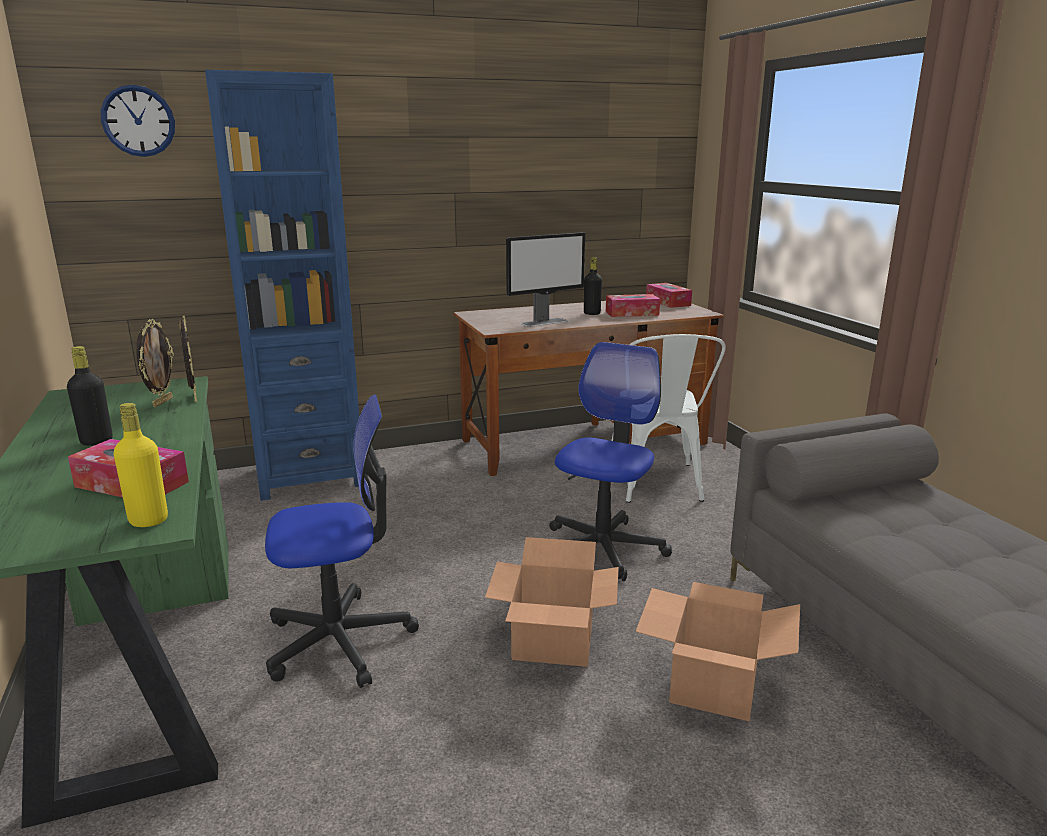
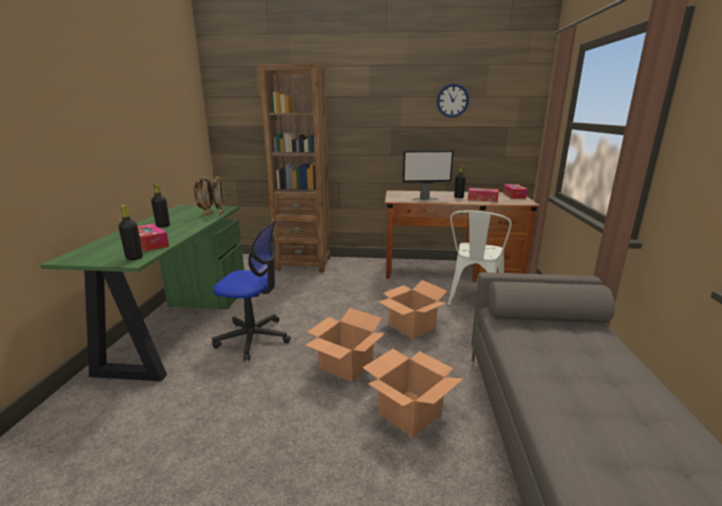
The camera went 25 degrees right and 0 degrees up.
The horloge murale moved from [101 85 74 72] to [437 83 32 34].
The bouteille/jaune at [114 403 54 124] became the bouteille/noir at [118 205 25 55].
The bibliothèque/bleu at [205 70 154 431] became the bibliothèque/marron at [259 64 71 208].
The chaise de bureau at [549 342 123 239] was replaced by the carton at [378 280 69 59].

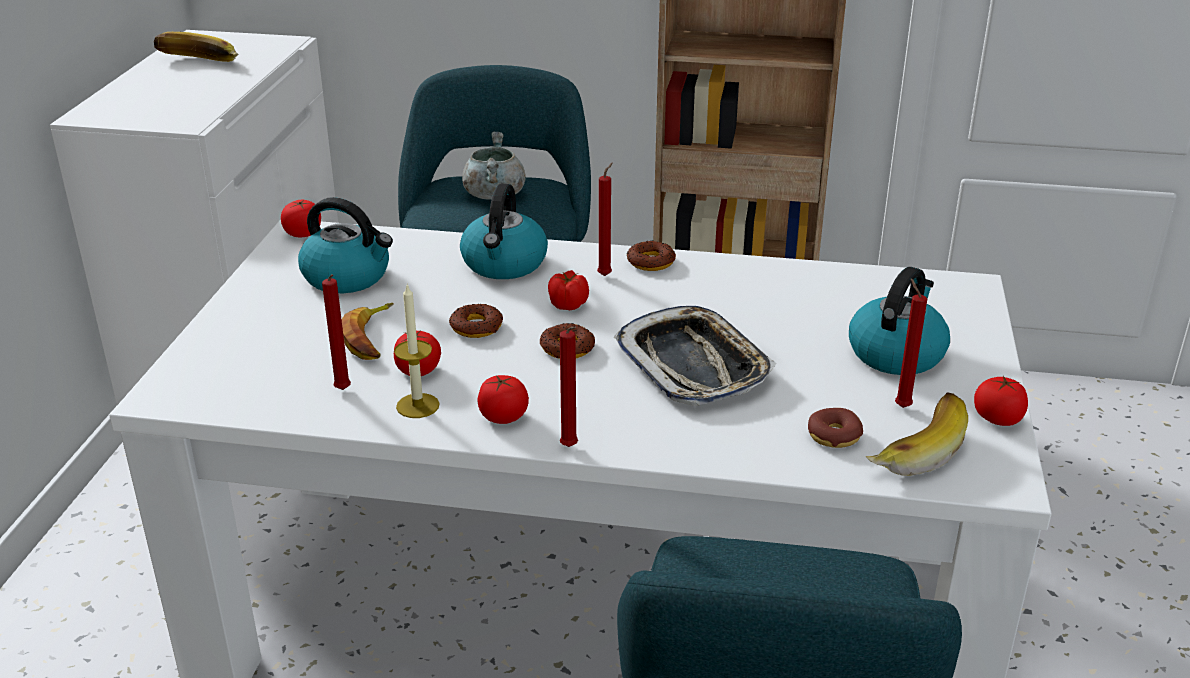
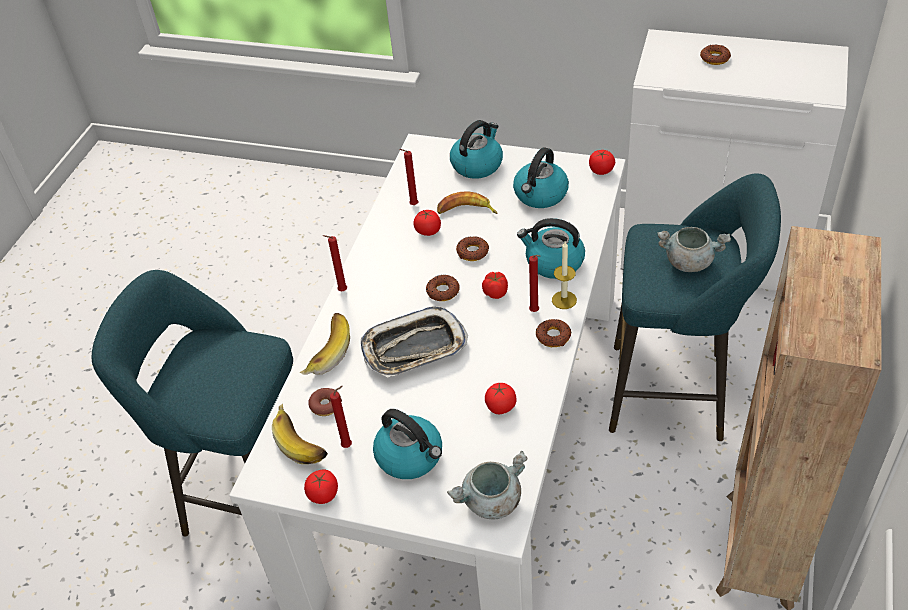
The camera went 100 degrees right and 15 degrees up.
The banane moved from [154 32 84 30] to [300 313 50 62].
The bougie moved from [394 285 46 133] to [552 242 25 67].
The tomate moved from [477 375 52 49] to [485 383 31 31].
The marmite/gris at [447 451 80 68] appeared.
The bouilloire at [450 120 53 59] appeared.
The beignet at [700 44 31 21] appeared.

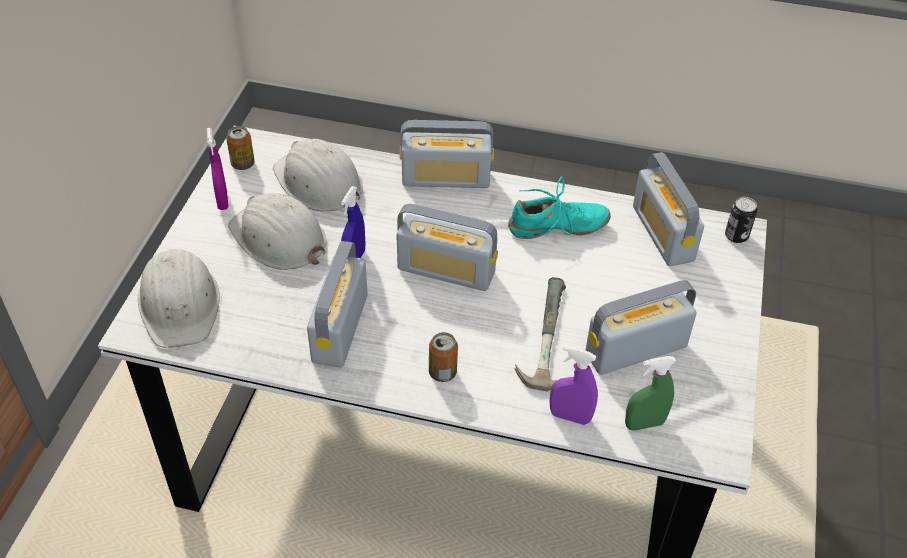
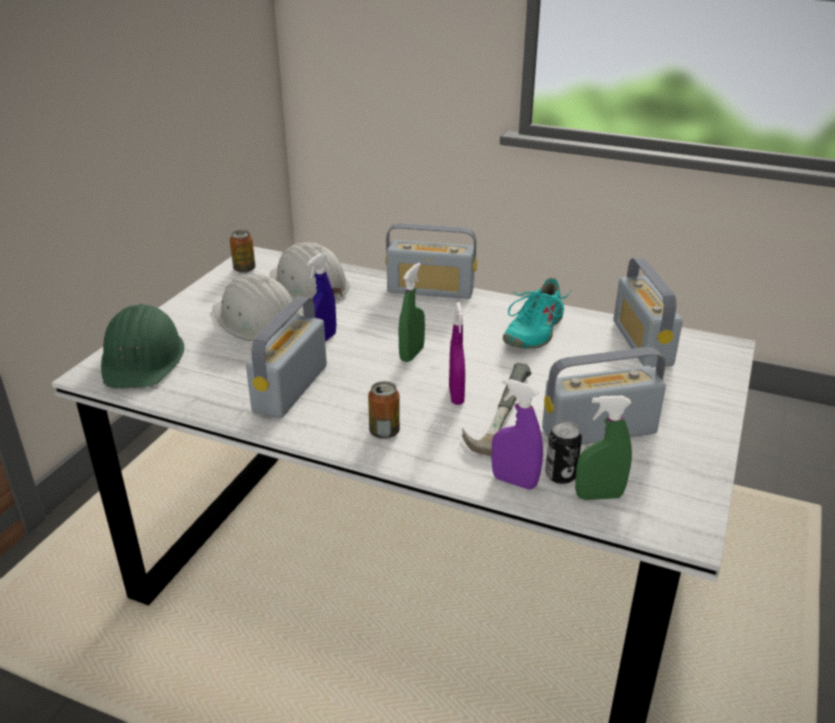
The camera went 10 degrees right and 15 degrees down.
The casque de chantier/blanc at [138 249 82 99] became the casque de chantier/vert at [101 304 83 84].
The vaporisateur/violet moved from [207 127 22 83] to [449 302 16 103].
The radio at [396 204 102 87] was replaced by the vaporisateur/vert at [399 263 26 99].
The chaussure/turquoise at [508 177 103 62] turned 120 degrees clockwise.
The boîte métallique moved from [725 197 32 46] to [545 421 37 63].

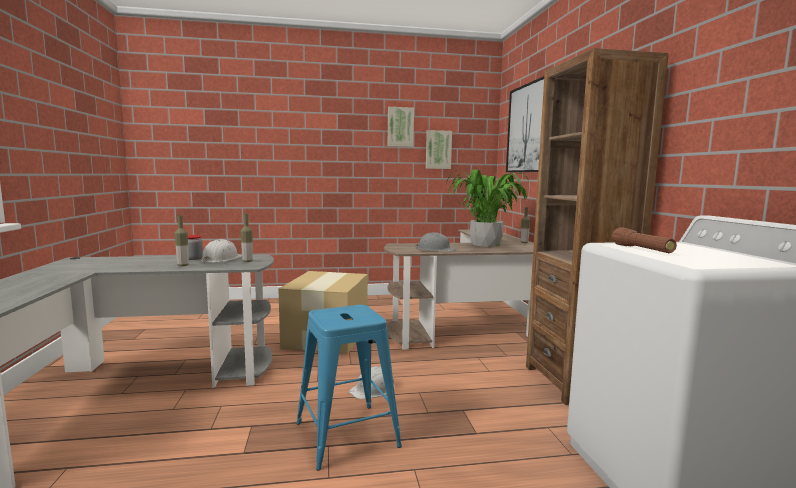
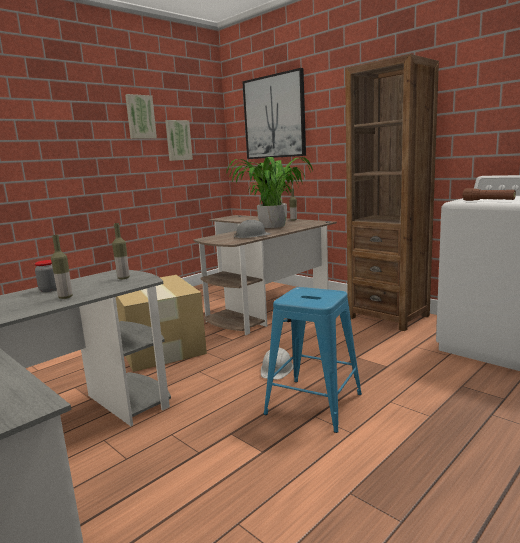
The camera went 35 degrees left and 5 degrees up.
The casque de chantier/blanc at [201 239 41 25] disappeared.

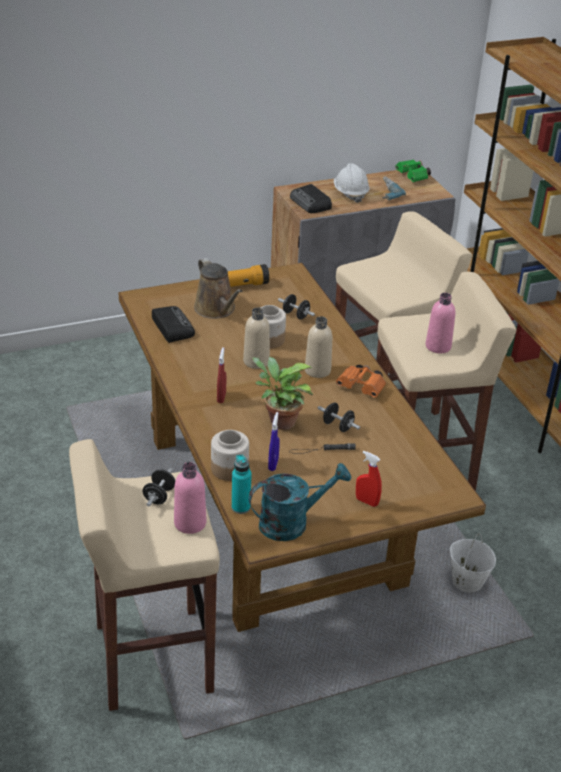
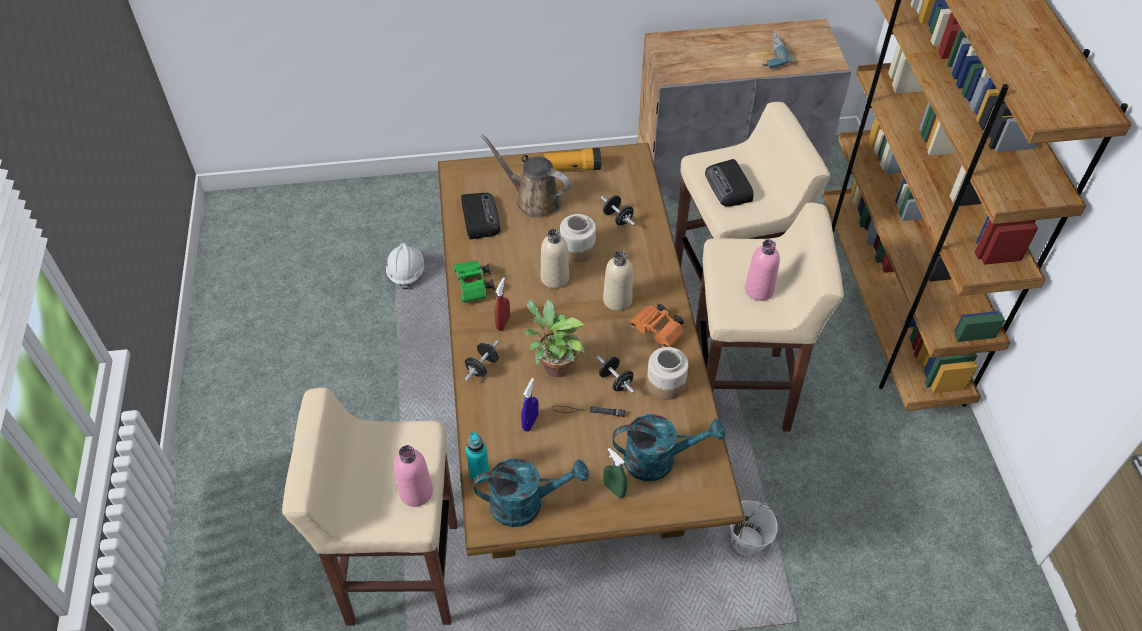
The camera went 15 degrees right and 15 degrees up.
The haltère/noir moved from [143 468 32 38] to [465 340 34 41].
The arrosoir/marron at [194 258 48 61] turned 135 degrees clockwise.
The bocal moved from [211 430 38 51] to [647 347 42 53].
The radio moved from [290 184 42 29] to [705 159 48 48].
The casque de chantier/blanc moved from [334 163 35 40] to [386 243 38 46].
The vaporisateur/rouge at [356 451 26 56] became the vaporisateur/vert at [603 448 24 50].
The jumelles/vert moved from [395 160 36 22] to [454 260 41 43].
The arrosoir/turquoise at [612 414 113 67] appeared.

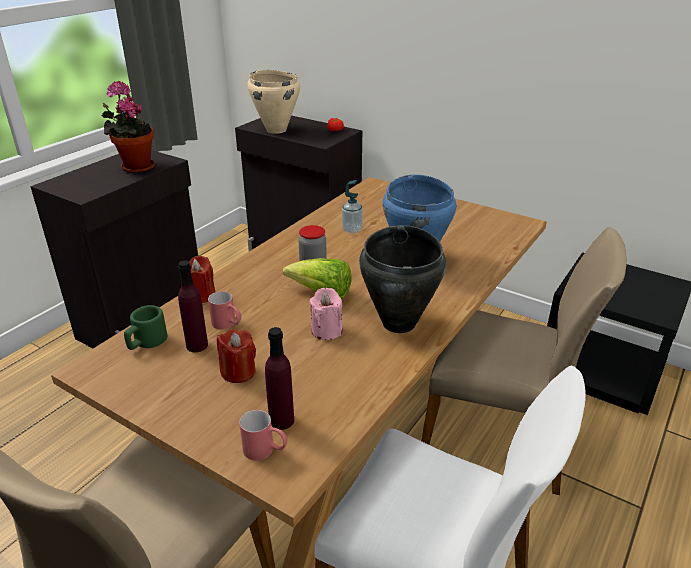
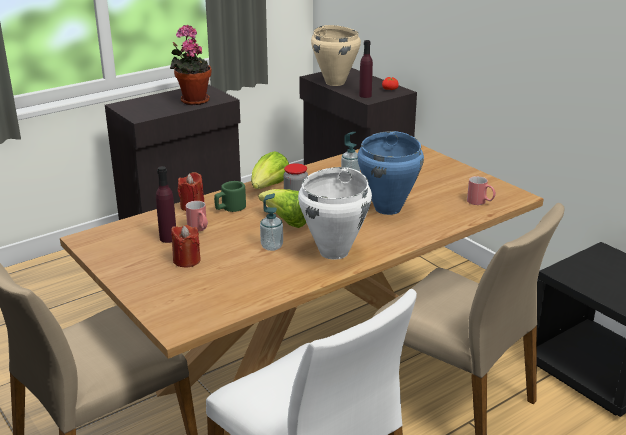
The camera went 20 degrees right and 5 degrees down.
The mug/vert moved from [124 305 43 45] to [214 181 32 31].
The mug/rouge moved from [239 410 49 50] to [467 176 29 29].
The bouteille/violet moved from [265 327 29 103] to [359 40 14 58].
The bougie/rose at [309 288 33 52] was replaced by the distributeur de savon at [260 193 23 58].
The marmite/noir at [359 225 87 108] became the marmite/blanc at [298 167 74 93].
The laitue at [251 151 38 38] appeared.

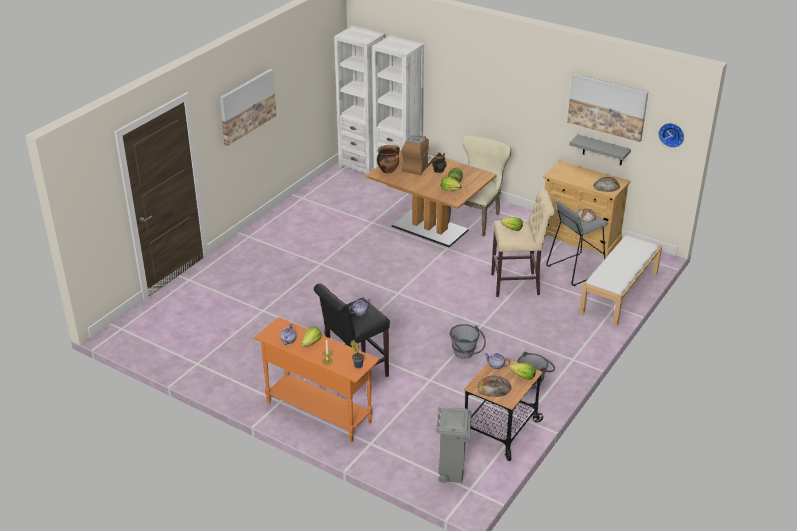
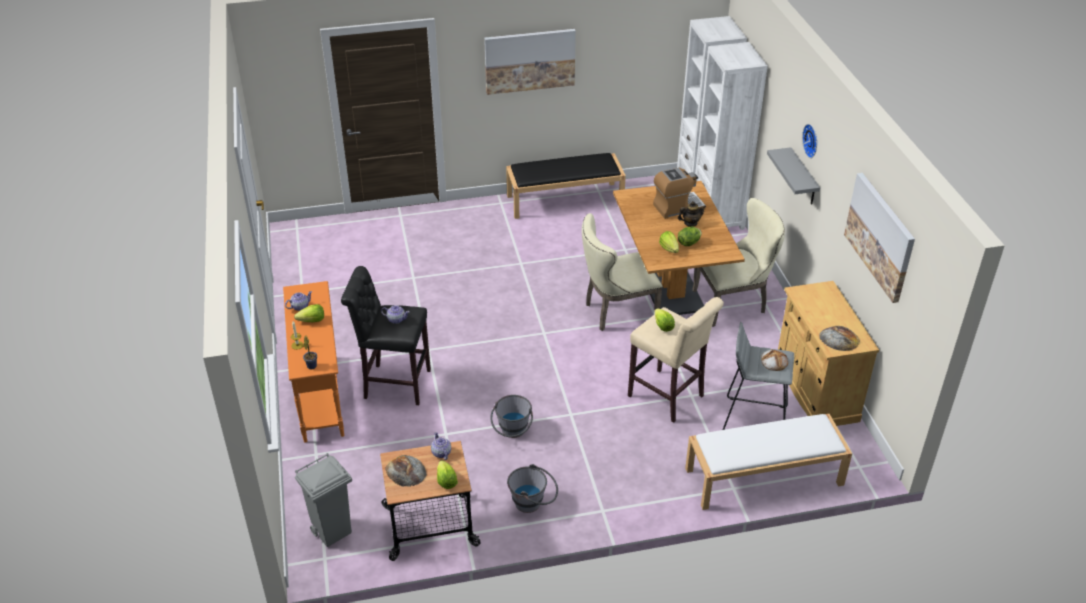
The camera went 45 degrees right and 5 degrees up.
The marmite at [377 145 23 28] disappeared.
The étagère/gris moved from [569 135 62 30] to [767 147 53 57].
The horloge murale moved from [659 123 25 25] to [802 124 15 34].
The banc/noir at [506 153 120 66] appeared.
The chaise/beige at [582 213 81 118] appeared.

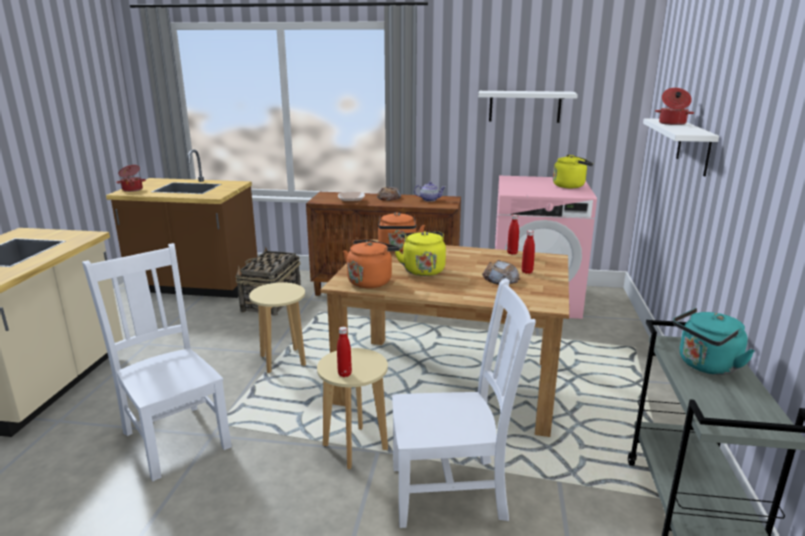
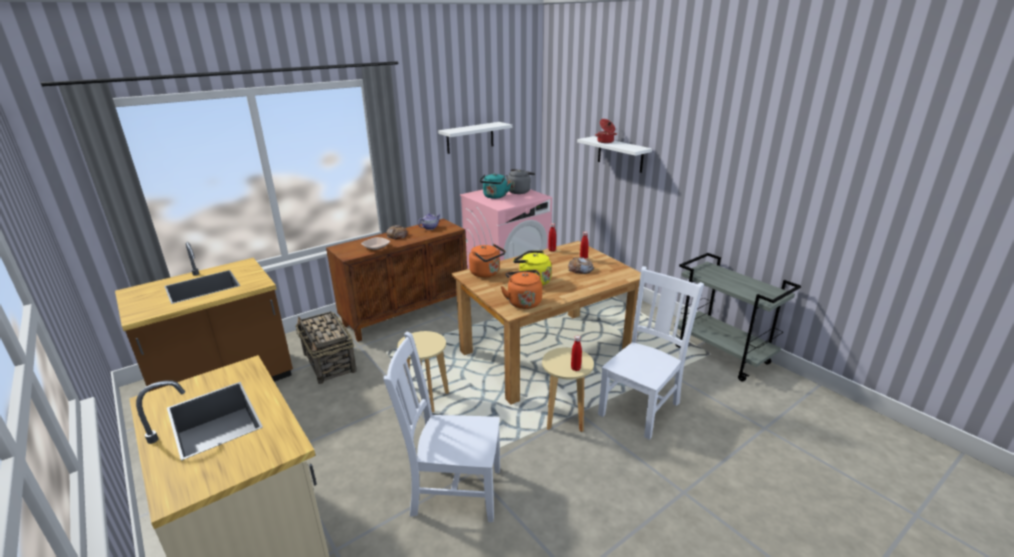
The camera went 45 degrees left and 5 degrees up.
The marmite at [116 165 30 27] disappeared.
The bouilloire/jaune at [553 154 40 34] became the bouilloire/gris at [506 169 29 25].
The bouilloire/turquoise moved from [673 308 82 67] to [480 173 31 26].

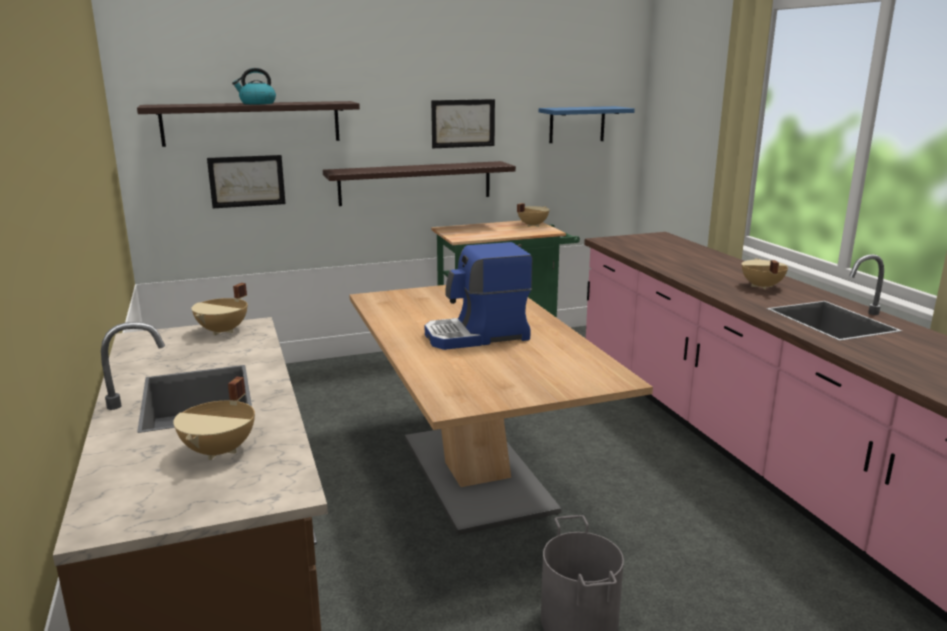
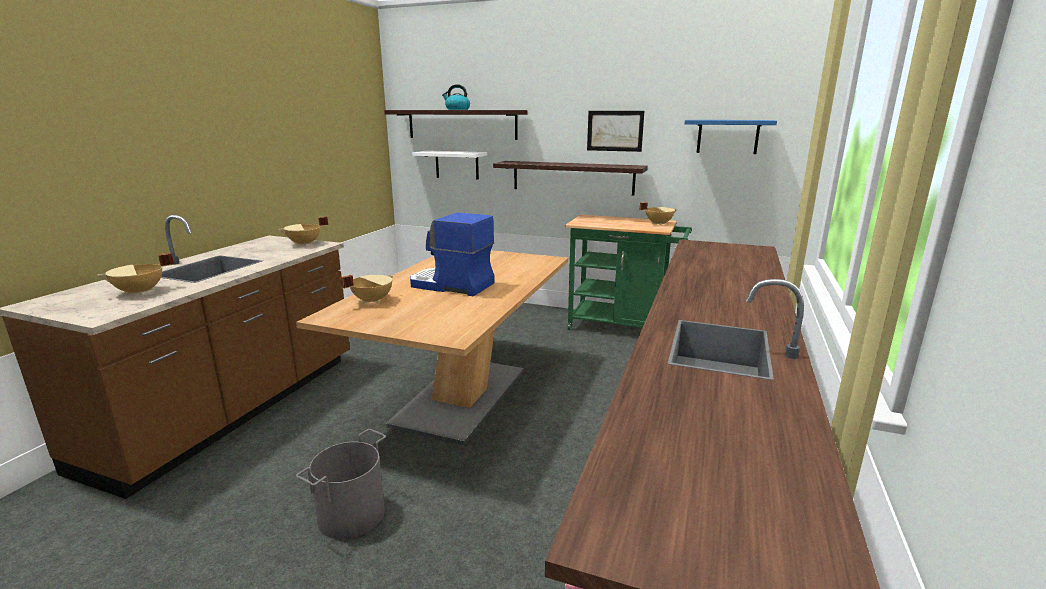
The camera went 40 degrees right and 0 degrees up.
The tableau at [207 155 79 53] was replaced by the étagère/blanc at [412 150 75 30].
The marmite/beige moved from [741 258 47 32] to [341 275 53 29].

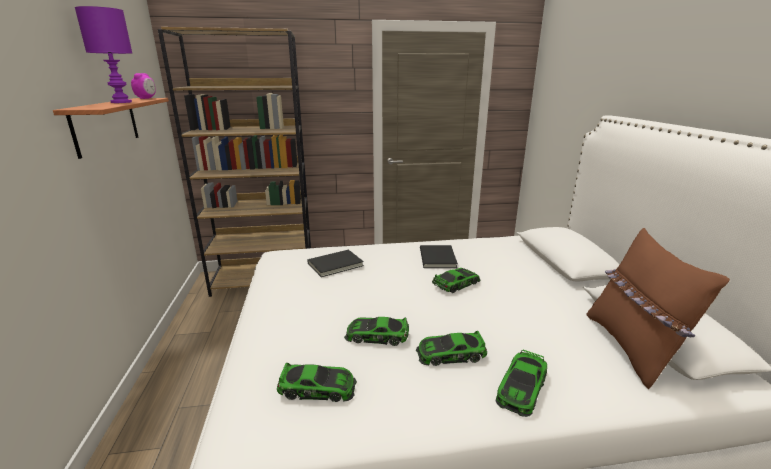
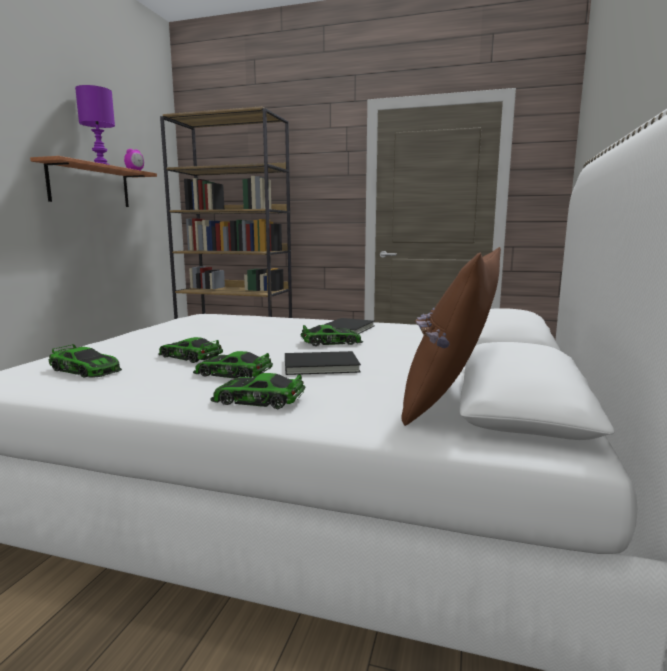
The camera went 25 degrees right and 10 degrees down.
The livre/noir moved from [307 250 57 27] to [285 351 76 24].
The petite voiture at [496 349 51 68] turned 45 degrees clockwise.

